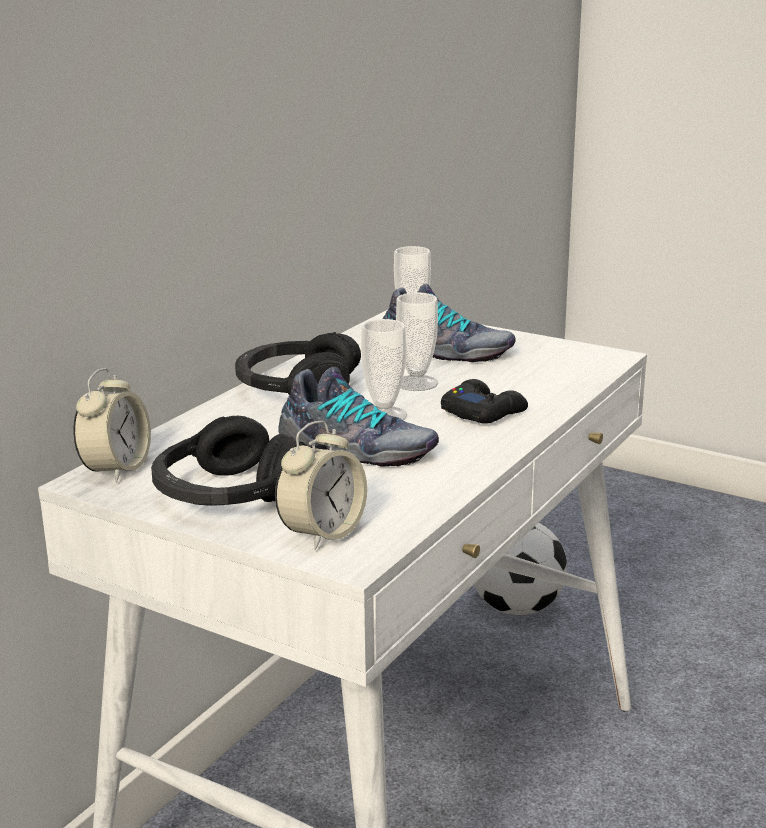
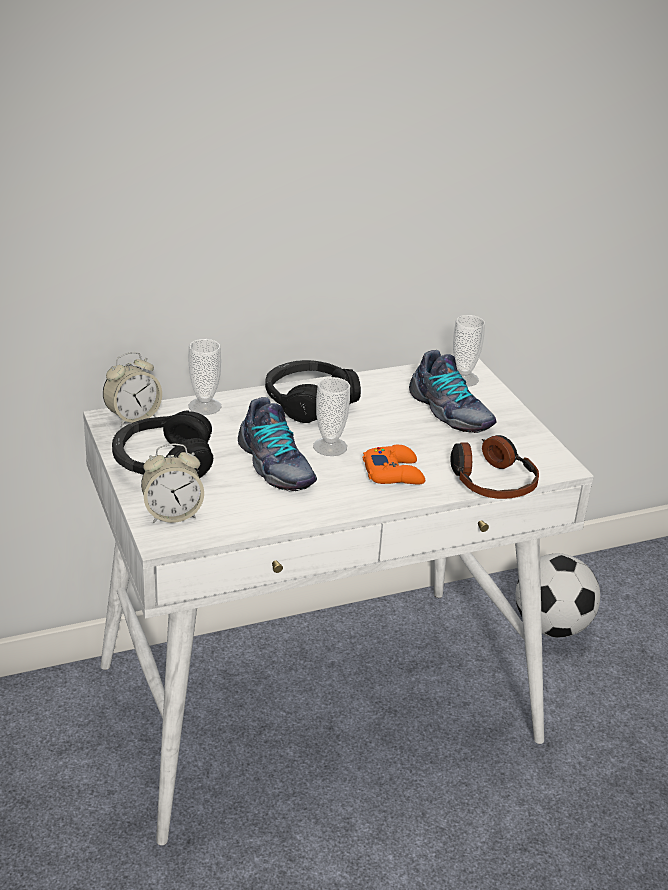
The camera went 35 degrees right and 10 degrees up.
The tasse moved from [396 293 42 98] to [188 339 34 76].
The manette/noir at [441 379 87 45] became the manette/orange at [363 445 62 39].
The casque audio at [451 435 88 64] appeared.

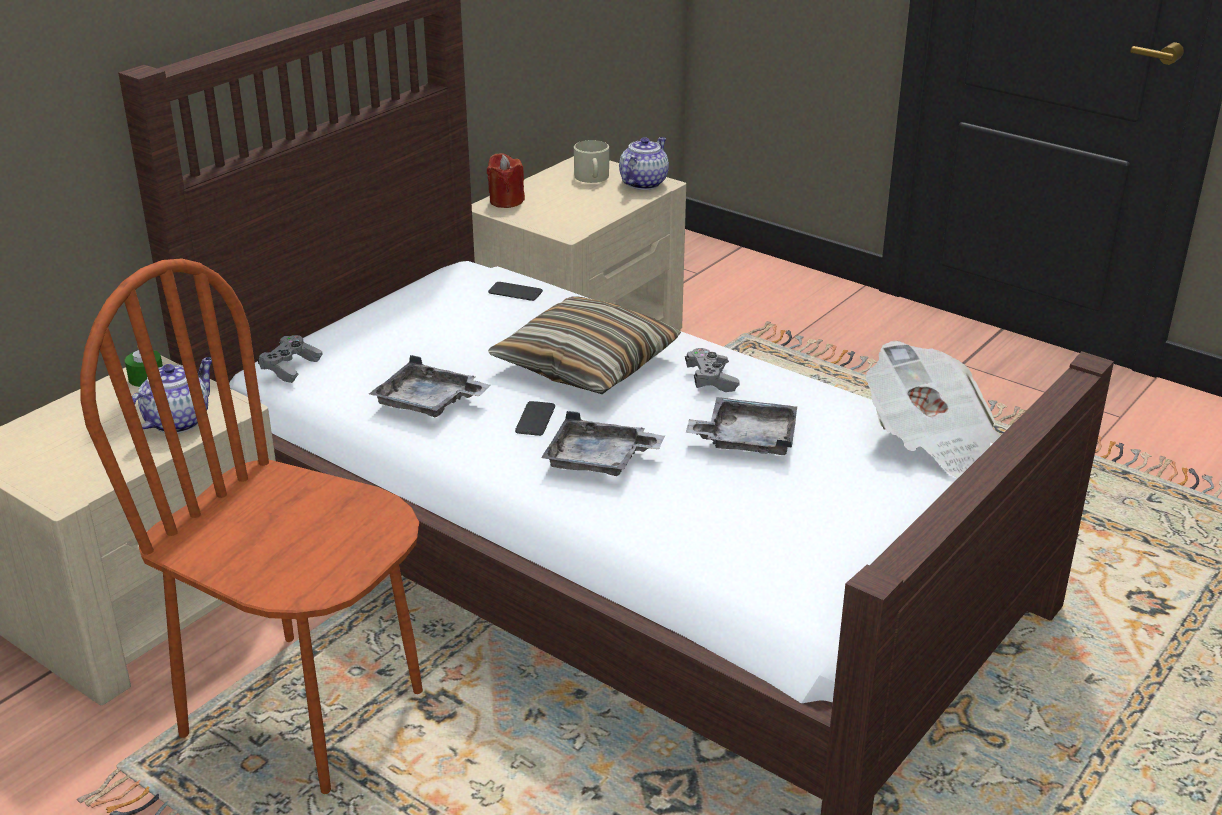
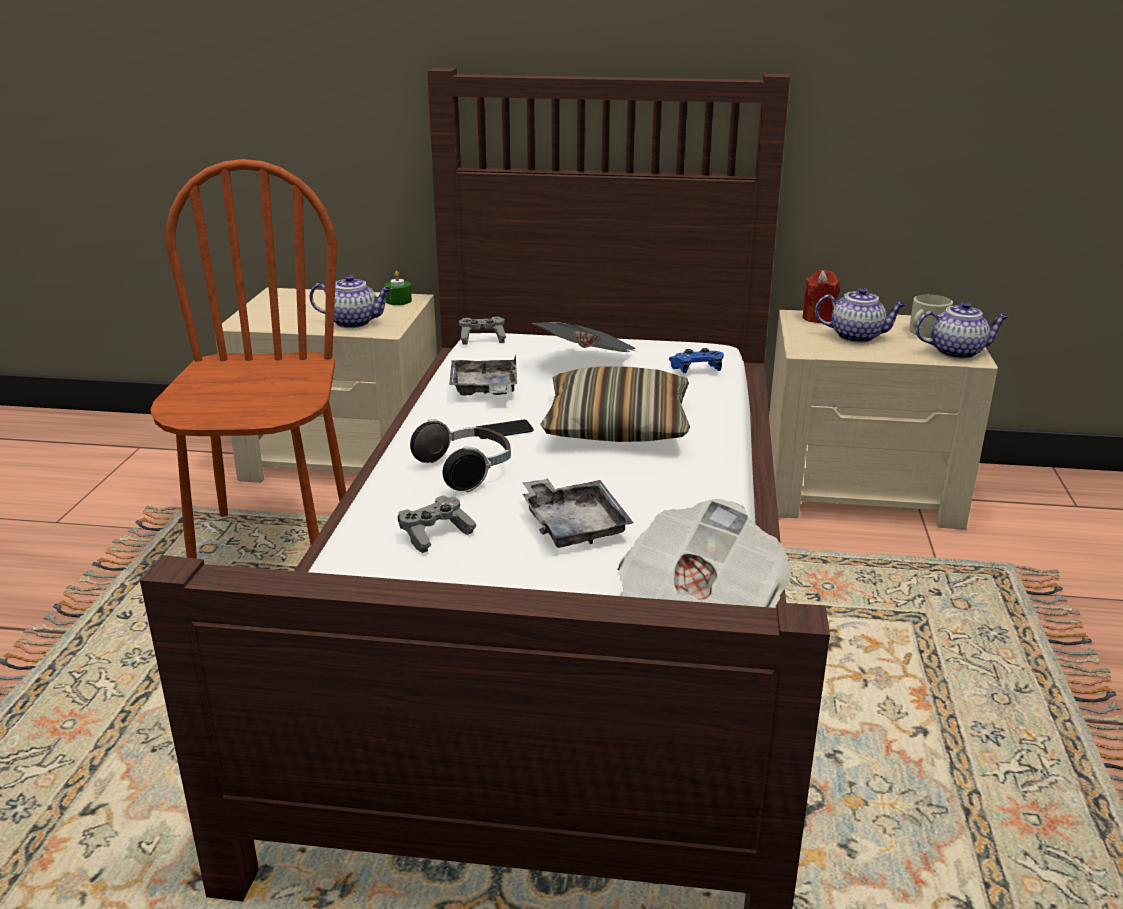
The camera went 60 degrees right and 5 degrees down.
The téléphone at [488 282 55 19] was replaced by the manette/bleu at [669 348 55 25].
The plateau/gris at [541 411 124 65] was replaced by the casque audio at [410 419 101 73].
The manette/gris moved from [685 348 55 44] to [398 496 79 57].
The journal at [530 322 105 30] appeared.
The théière at [815 287 91 56] appeared.

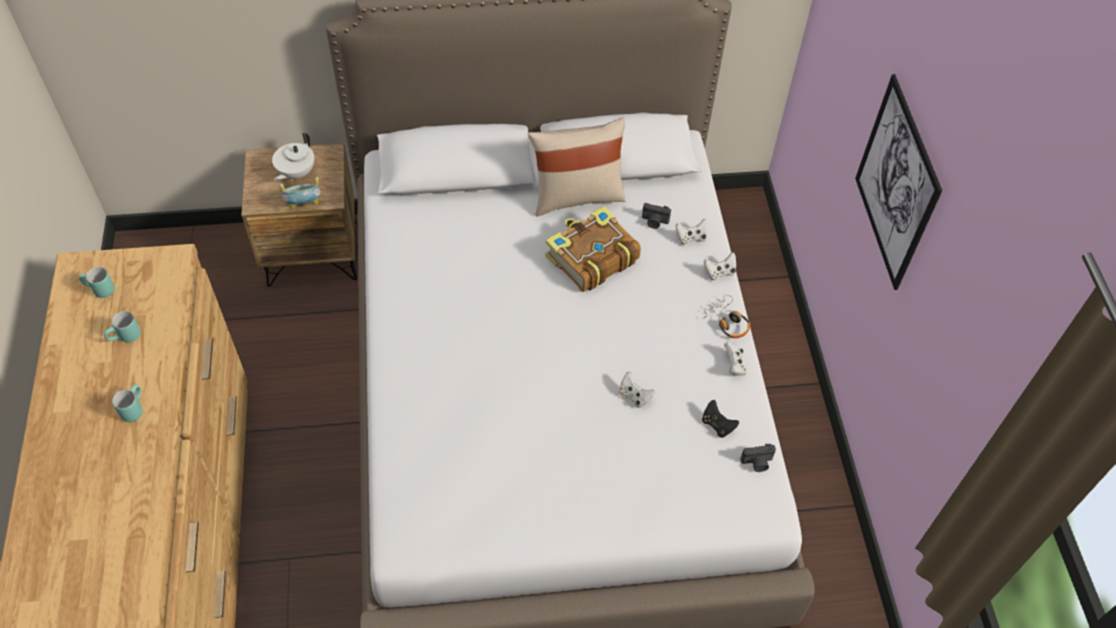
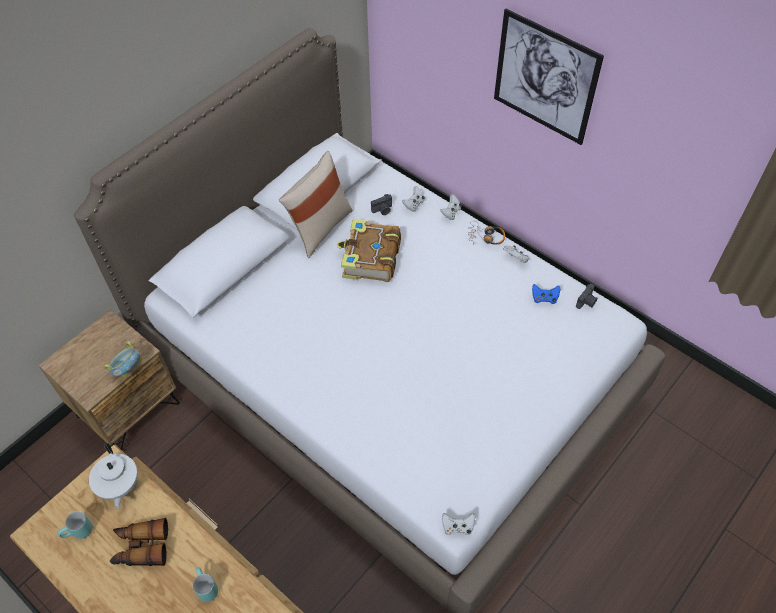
The camera went 40 degrees left and 0 degrees up.
The mug/turquoise at [104 311 37 32] was replaced by the jumelles at [110 518 58 48].
The théière/blanc moved from [272 133 42 47] to [89 443 49 67].
The manette/blanc moved from [619 372 36 36] to [442 513 33 22].
The manette/noir at [702 400 37 38] became the manette/bleu at [532 284 28 20].

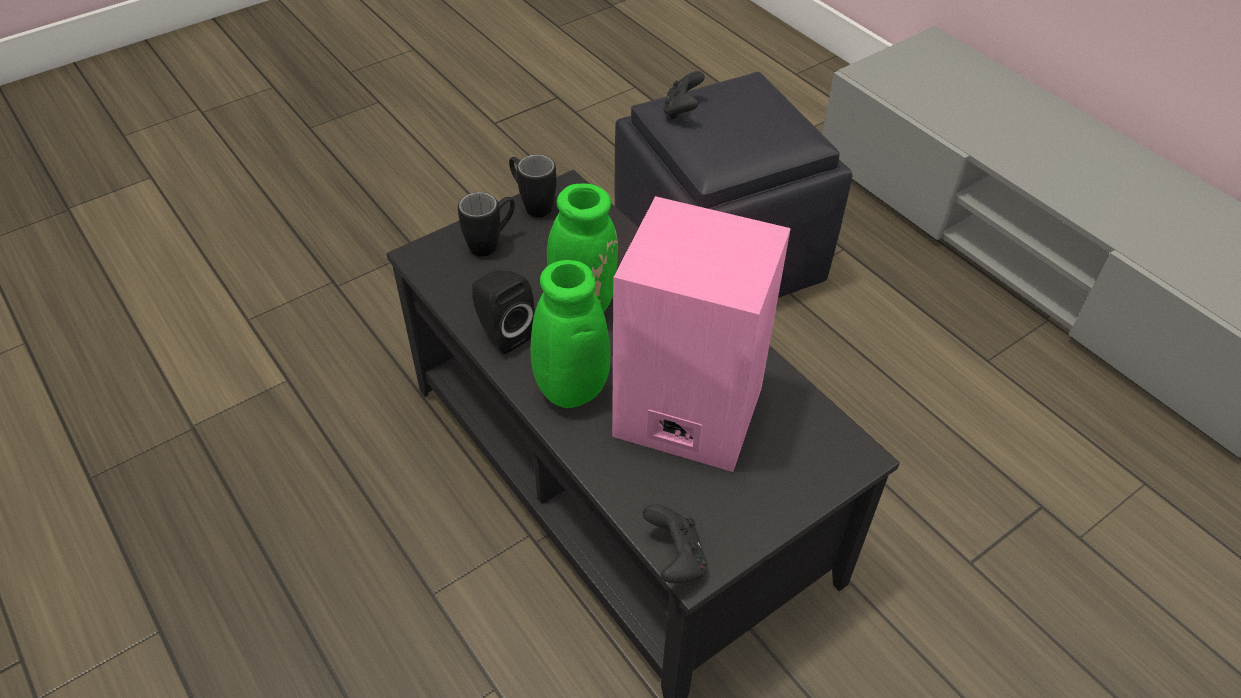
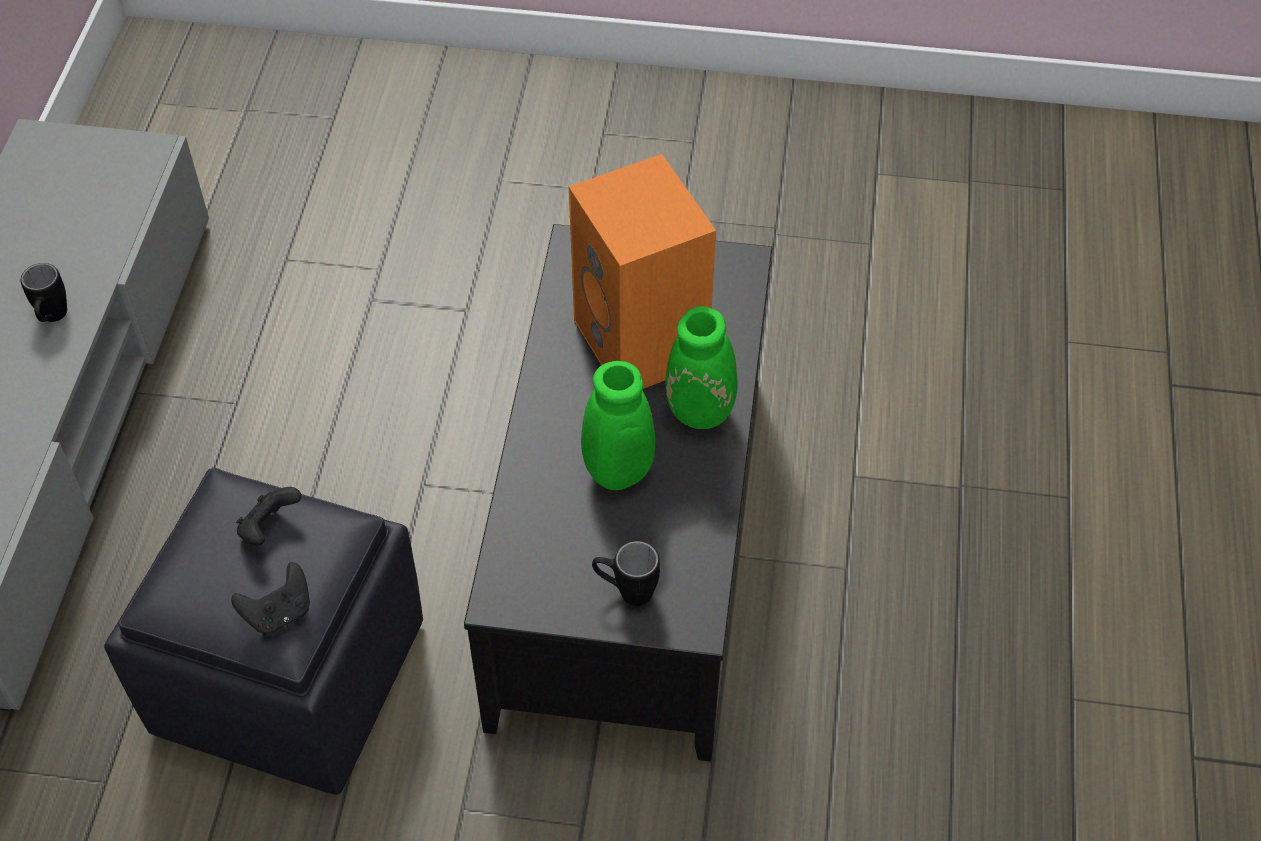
The camera went 135 degrees left and 5 degrees up.
The enceinte/noir at [472 270 63 84] disappeared.
The mug/noir moved from [509 154 48 63] to [21 263 46 59].
The enceinte/rose at [612 196 179 276] became the enceinte/orange at [569 154 147 235].
The manette/noir moved from [643 504 65 79] to [236 487 66 59].

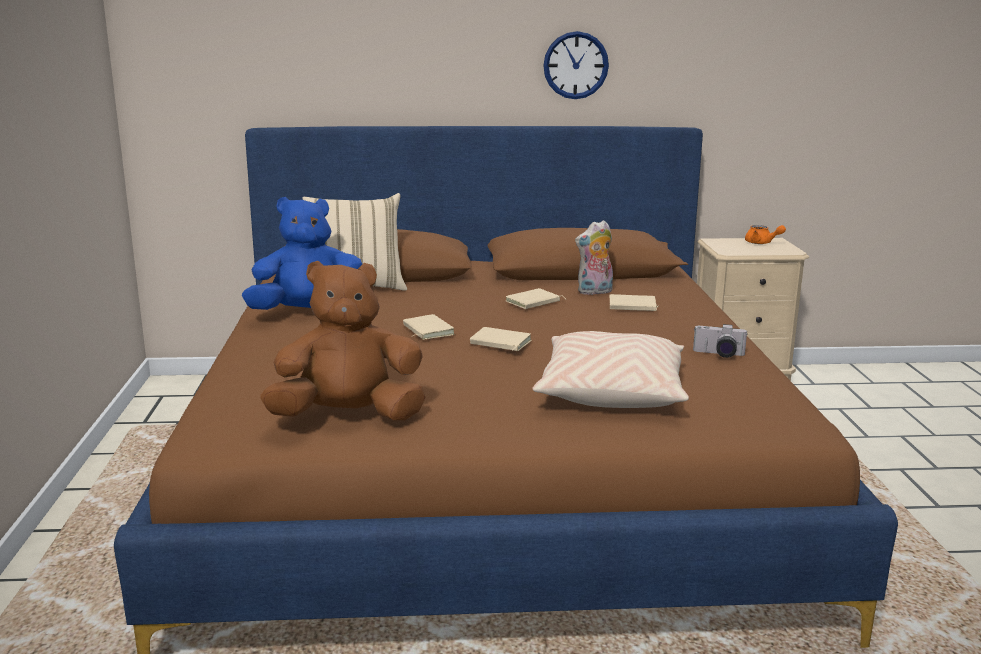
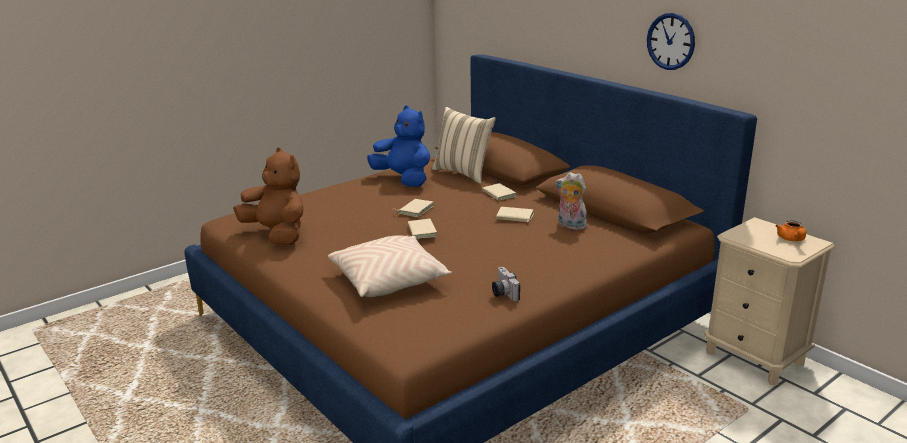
The camera went 55 degrees right and 5 degrees up.
The livre/beige moved from [609 294 49 17] to [482 183 34 18].

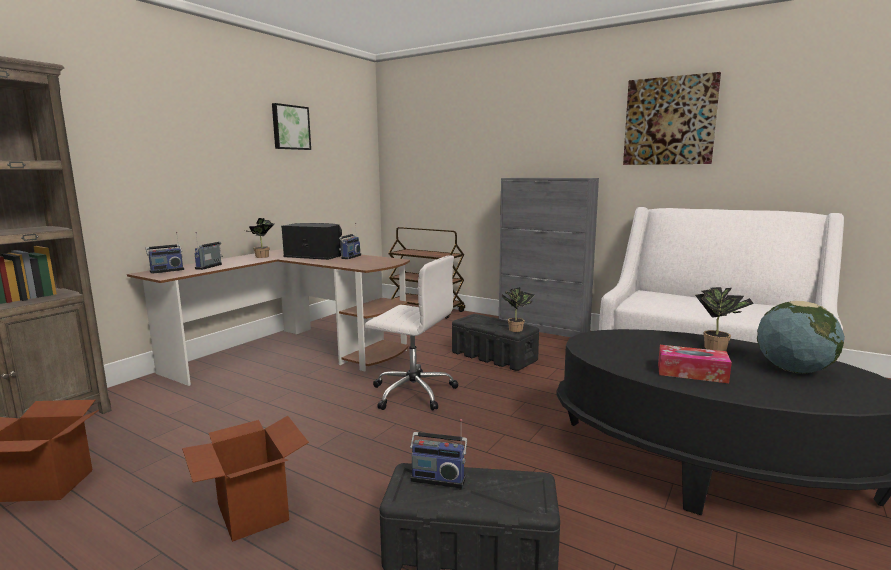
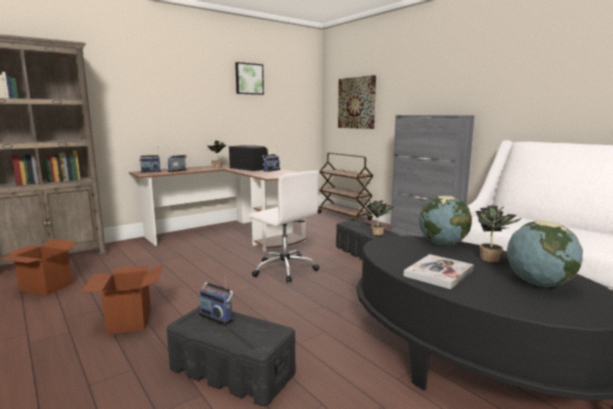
The camera went 20 degrees right and 0 degrees up.
The tableau moved from [623 72 98 93] to [338 75 38 54].
The boîte à mouchoirs at [658 345 74 38] was replaced by the livre at [403 254 71 35].
The globe at [419 196 53 50] appeared.

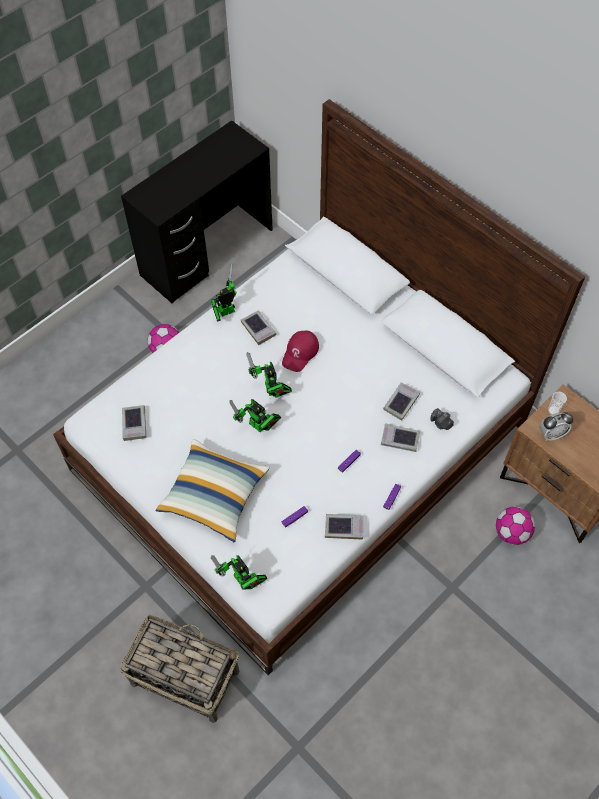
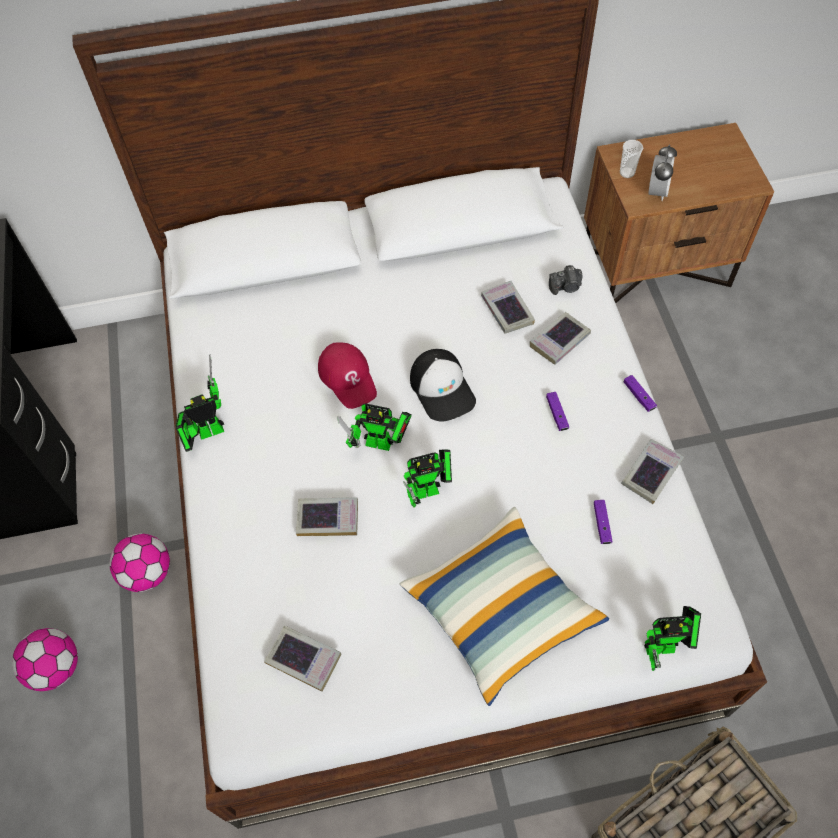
The camera went 55 degrees left and 0 degrees up.
The robot jouet at [211 264 26 58] turned 60 degrees clockwise.
The livre moved from [241 310 35 35] to [296 497 62 39].
The ballon de foot moved from [496 507 39 38] to [12 628 66 63].
The casquette at [410 349 66 73] appeared.

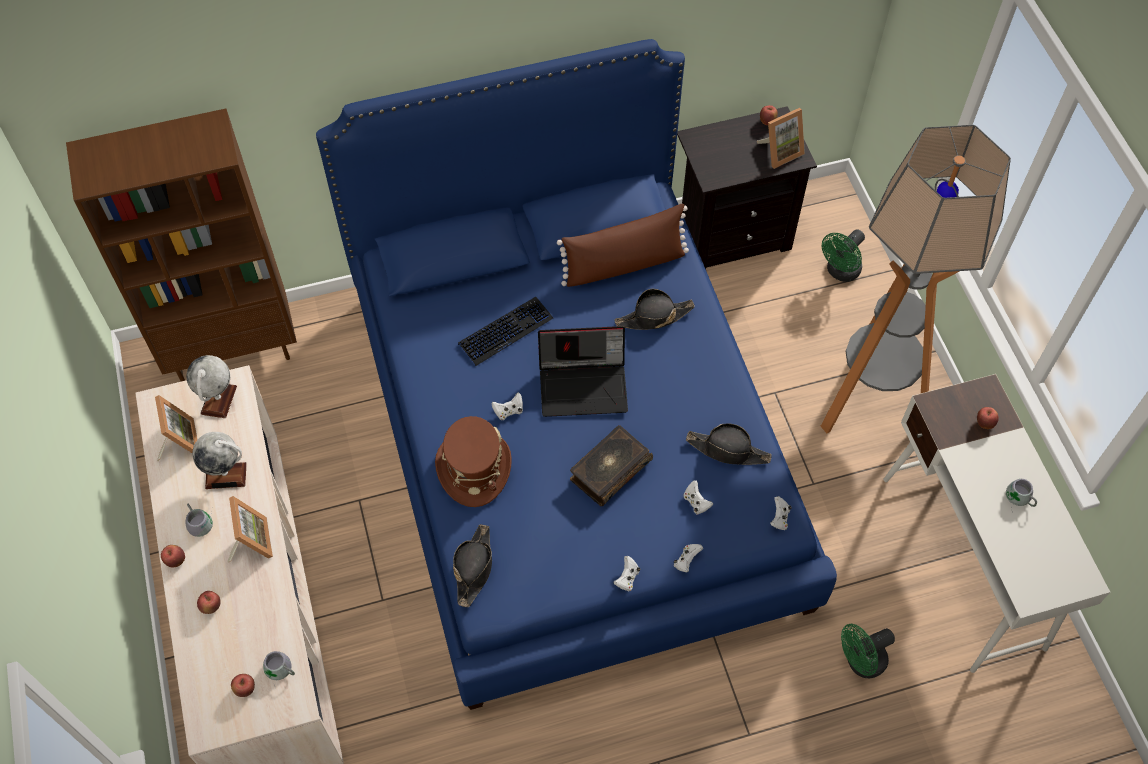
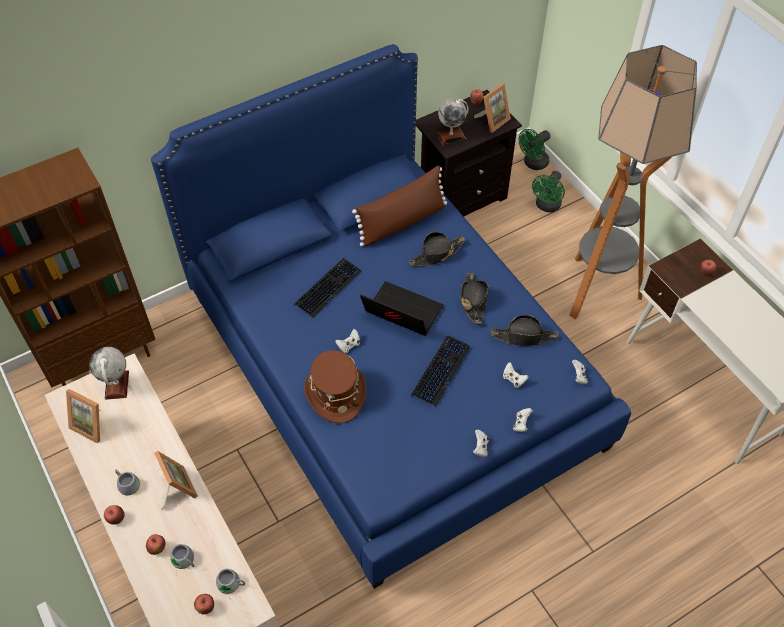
The camera went 15 degrees left and 5 degrees down.
The cadre photo at [155 395 43 66] turned 150 degrees clockwise.
The globe moved from [192 432 55 57] to [436 99 32 46].
The chapeau/noir moved from [453 524 39 83] to [460 273 28 51].
The ordinateur portable at [538 326 90 91] turned 135 degrees counterclockwise.
The livre at [570 425 83 81] was replaced by the clavier at [411 335 59 72].
The ventilateur/vert moved from [841 624 54 54] to [519 129 31 41].
The mug/gris moved from [1006 479 31 34] to [170 544 24 30].

